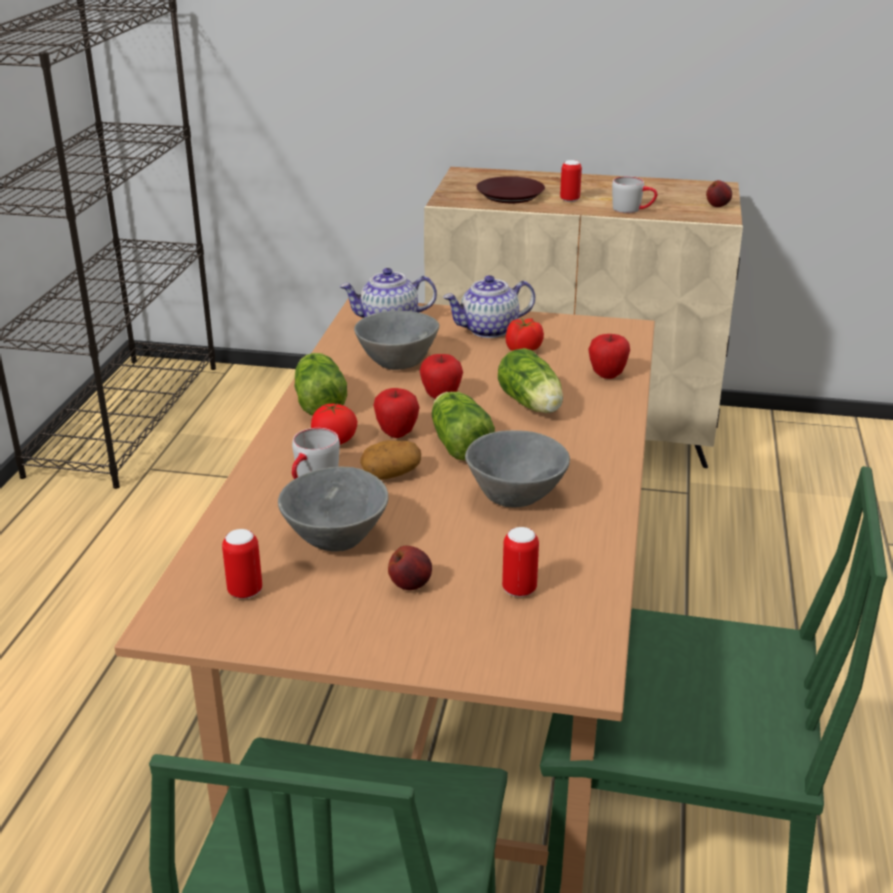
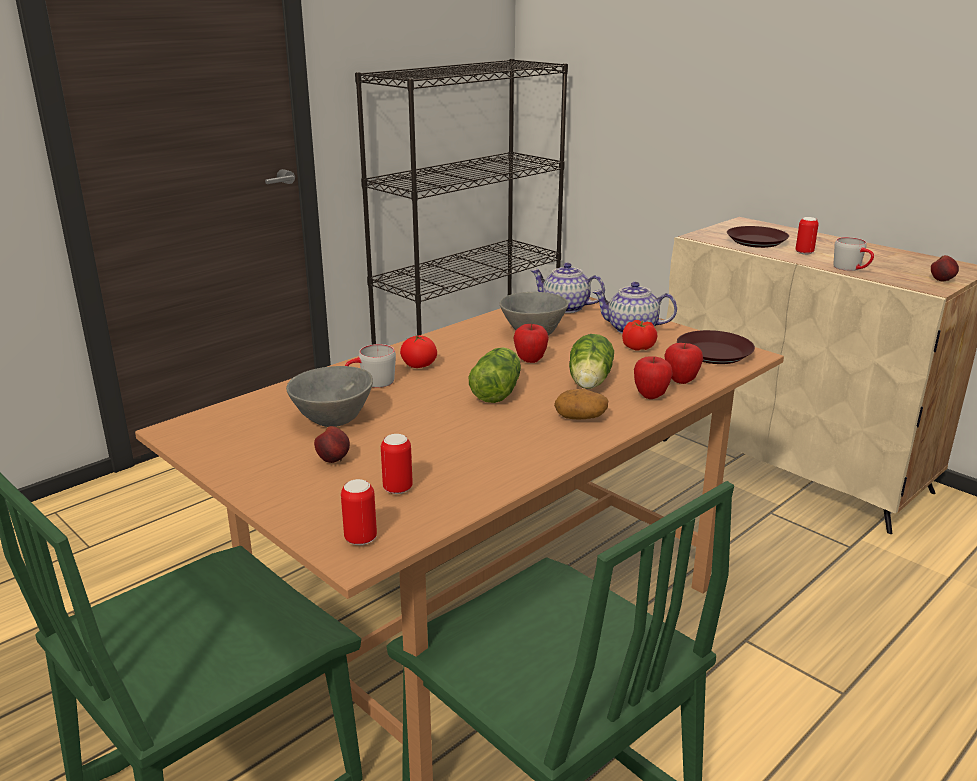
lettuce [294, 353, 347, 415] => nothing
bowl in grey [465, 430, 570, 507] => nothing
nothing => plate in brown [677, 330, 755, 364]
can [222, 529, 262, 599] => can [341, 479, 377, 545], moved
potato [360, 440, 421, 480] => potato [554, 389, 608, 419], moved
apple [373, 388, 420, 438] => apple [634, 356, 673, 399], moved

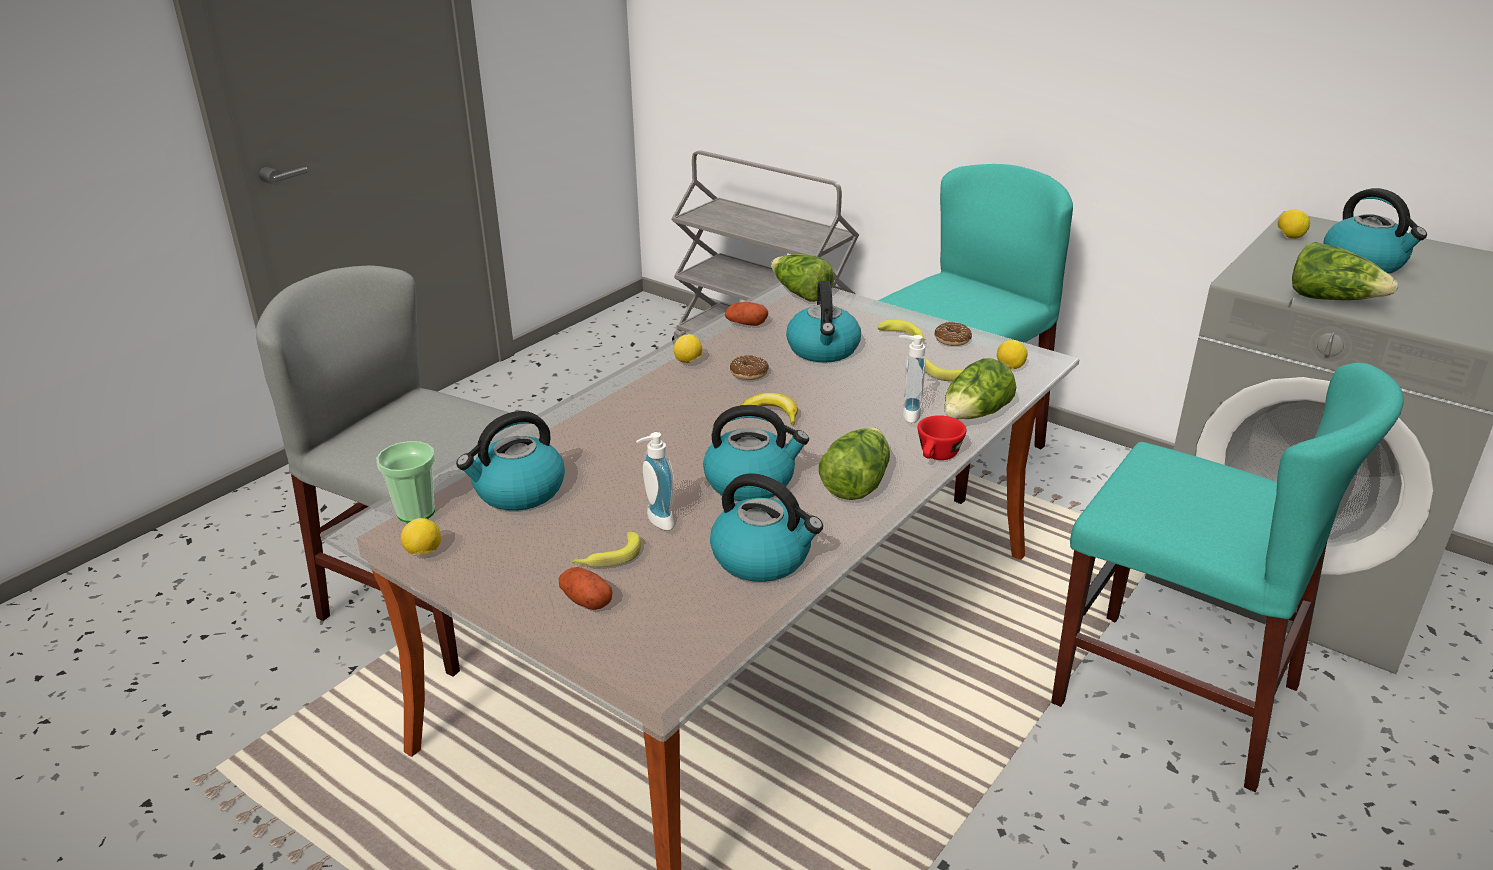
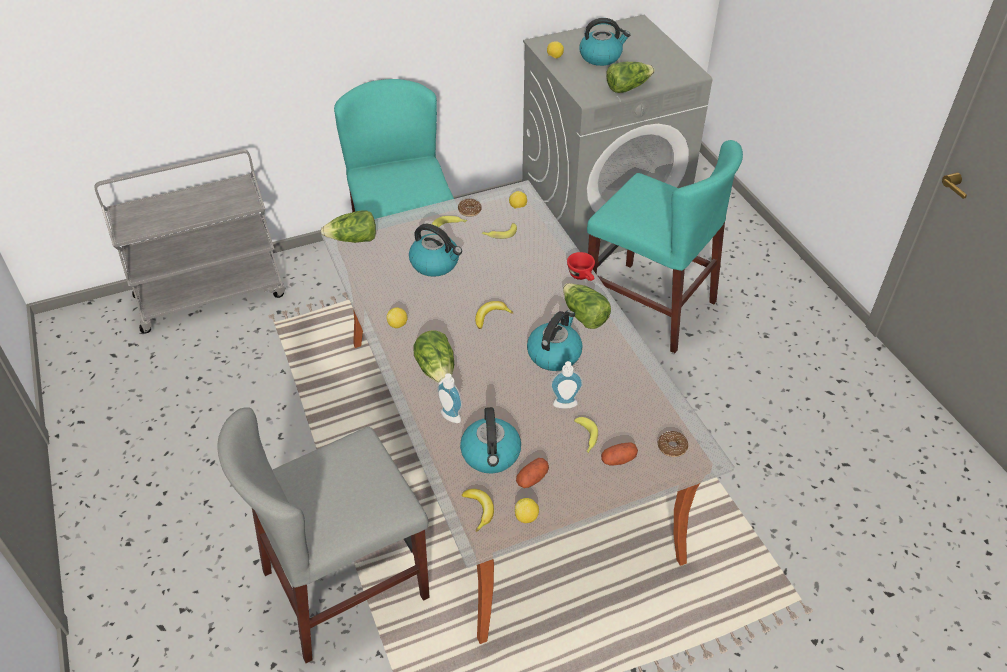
kettle [710, 473, 823, 582] => nothing
potato [725, 302, 768, 326] => potato [516, 458, 549, 488], moved
donut [730, 355, 769, 380] => donut [657, 431, 688, 457], moved
soap dispenser [899, 335, 926, 423] => soap dispenser [437, 373, 462, 423], moved
lettuce [944, 358, 1016, 419] => lettuce [414, 330, 454, 383], moved
cup [377, 441, 435, 523] => banana [462, 489, 494, 532]
chair in turquoise [1051, 362, 1404, 792] => chair in turquoise [587, 140, 743, 353], 60 degrees clockwise

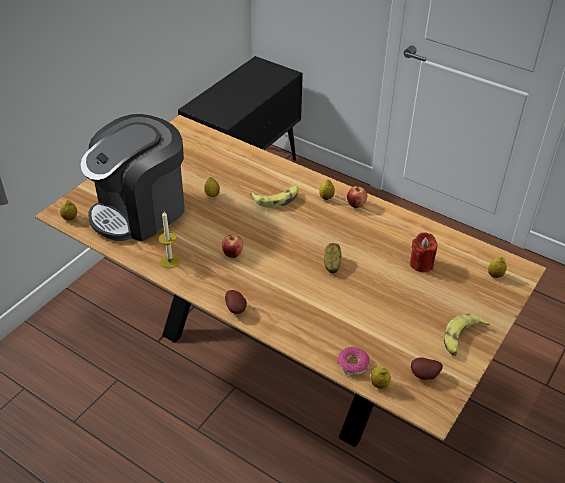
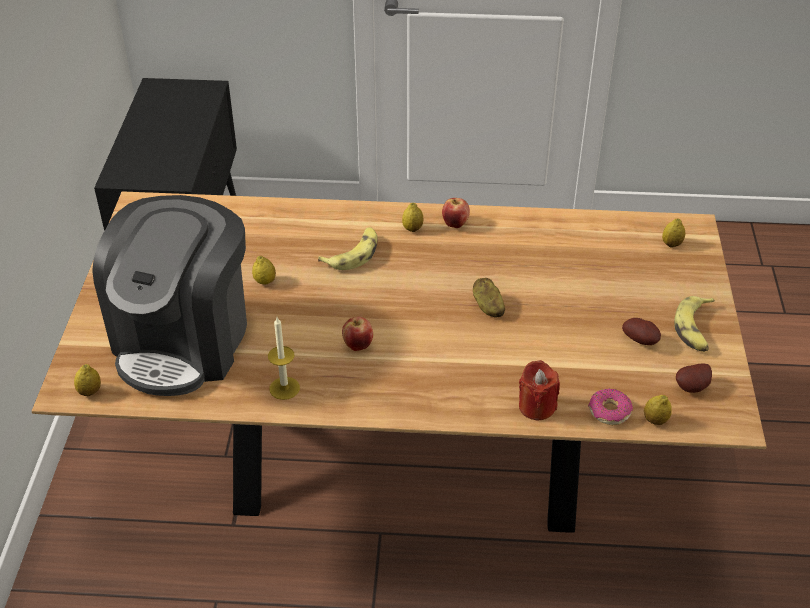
potato [225, 290, 247, 314] => potato [622, 318, 661, 345], moved
candle in red [410, 232, 437, 272] => candle in red [519, 360, 560, 421], moved

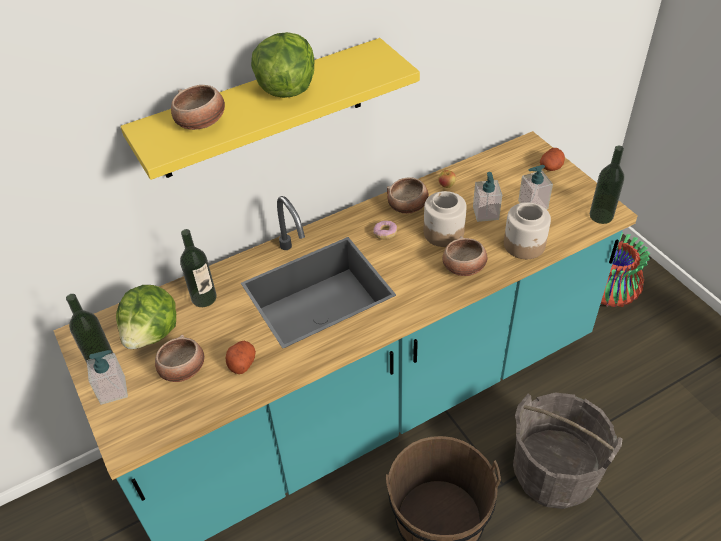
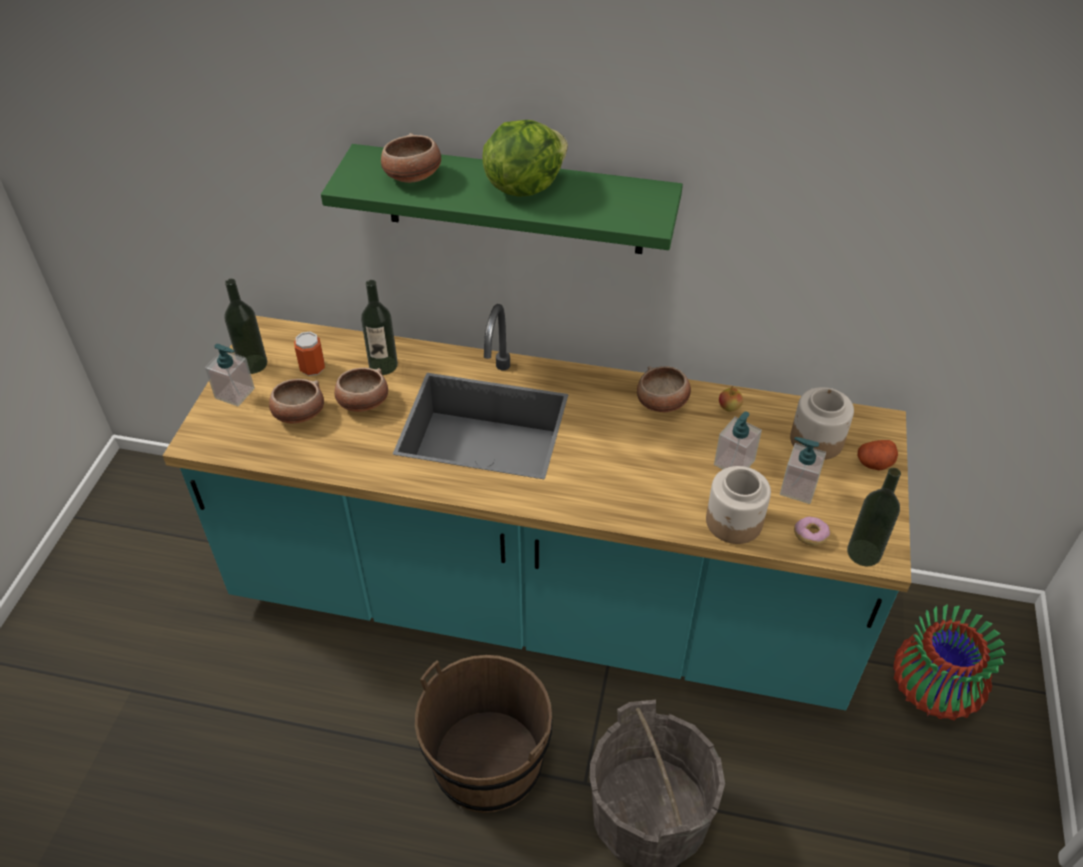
potato [226, 341, 256, 374] => nothing
donut [373, 221, 397, 240] => donut [794, 517, 830, 546], moved
jar [424, 191, 467, 247] => jar [790, 387, 854, 460], moved
bowl [443, 236, 487, 276] => bowl [335, 368, 388, 412], moved
lettuce [116, 285, 176, 349] => can [294, 332, 325, 376]
shelf in yellow [120, 38, 420, 180] => shelf in green [321, 144, 683, 254]

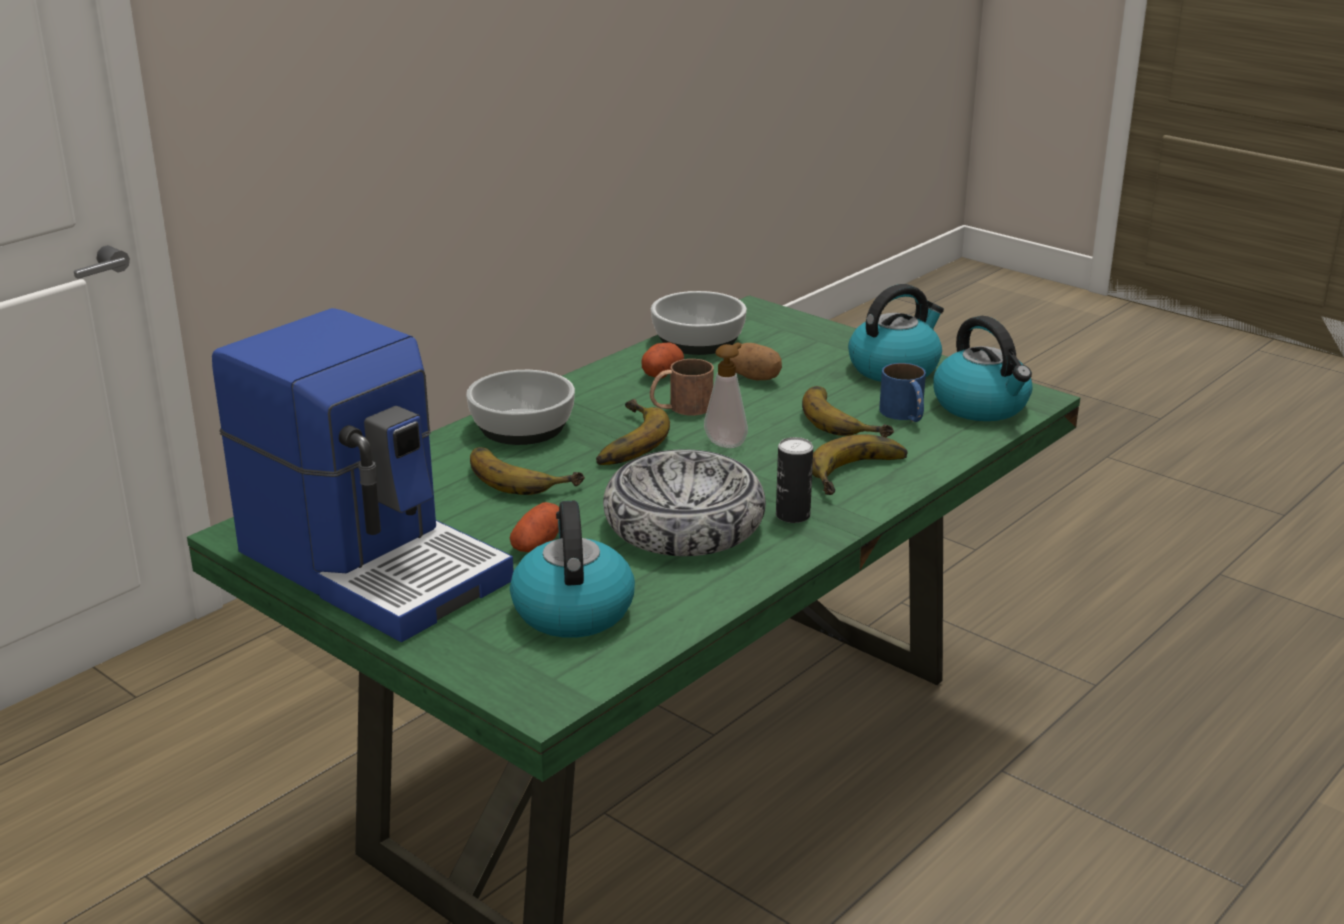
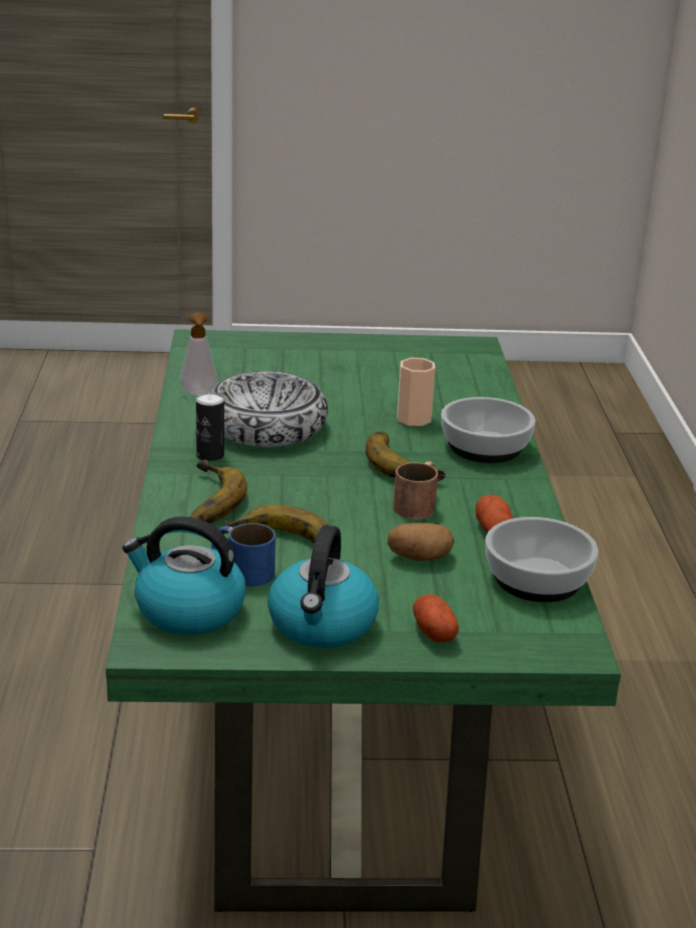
coffee machine [212, 308, 514, 642] => nothing
kettle [510, 501, 635, 638] => nothing
potato [510, 502, 559, 552] => potato [413, 594, 459, 642], moved
soap dispenser [704, 342, 748, 448] => soap dispenser [180, 312, 218, 395], moved
banana [470, 447, 585, 495] => cup [397, 358, 435, 426]

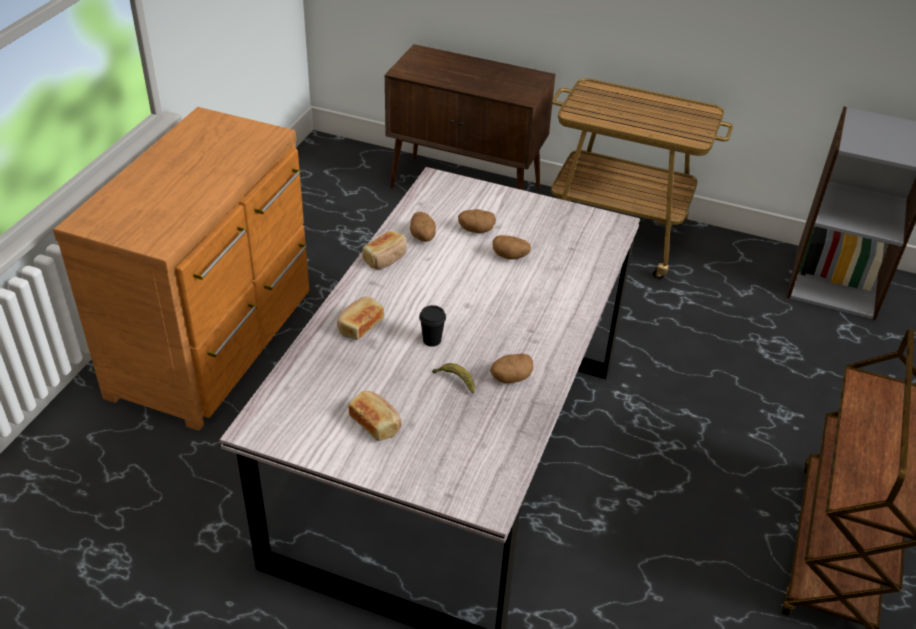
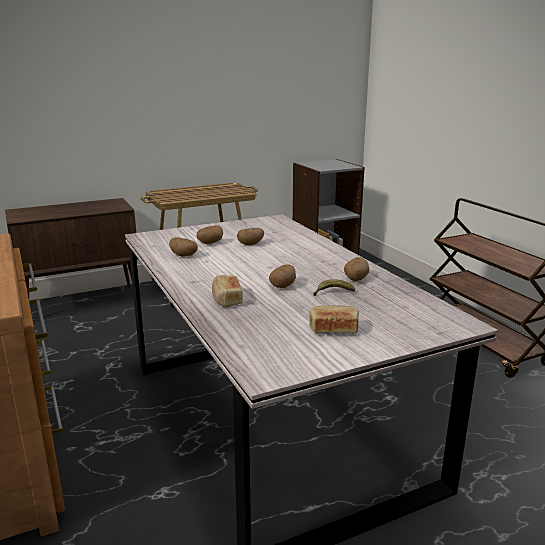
bread [362, 231, 407, 269] => nothing
cup in black [419, 305, 446, 347] => potato [269, 264, 296, 288]

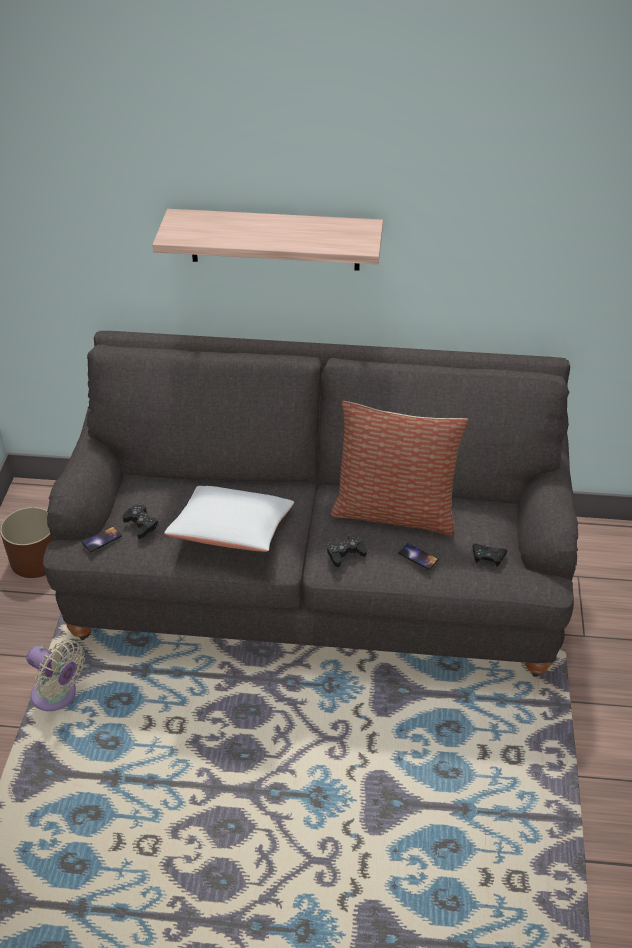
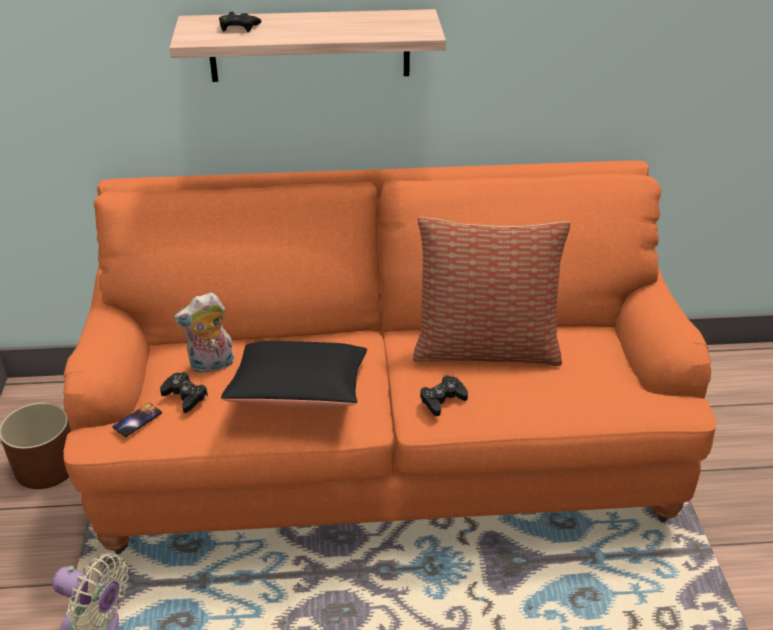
phone [398, 543, 439, 570] => nothing
nothing => plush toy [174, 292, 234, 373]
game controller in black [472, 544, 507, 567] => game controller in black [219, 12, 262, 32], moved
sofa in grey [43, 331, 578, 677] => sofa in orange [63, 160, 717, 554]
pillow in white [164, 486, 294, 552] => pillow in black [221, 341, 367, 407]

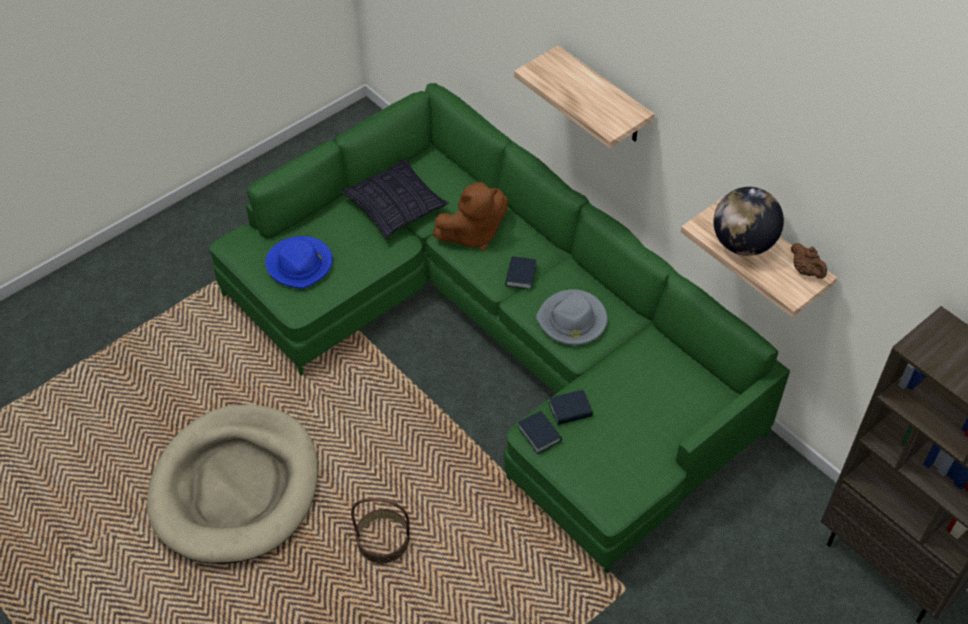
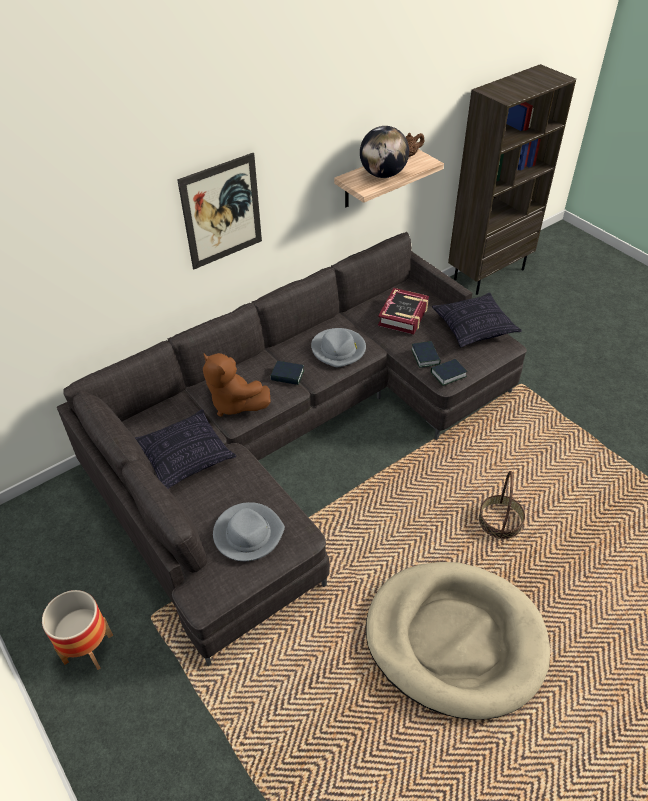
nothing => planter [42, 590, 113, 670]
nothing => book [378, 288, 429, 335]
nothing => pillow [432, 293, 522, 347]
shelf [514, 45, 654, 148] => picture [177, 153, 262, 269]
sofa in green [209, 83, 790, 574] => sofa in grey [57, 232, 527, 666]
hat in blue [265, 236, 333, 289] => hat in grey [213, 502, 285, 561]
plush toy in brown [433, 182, 508, 251] => plush toy in brown [203, 353, 271, 416], 150 degrees clockwise

